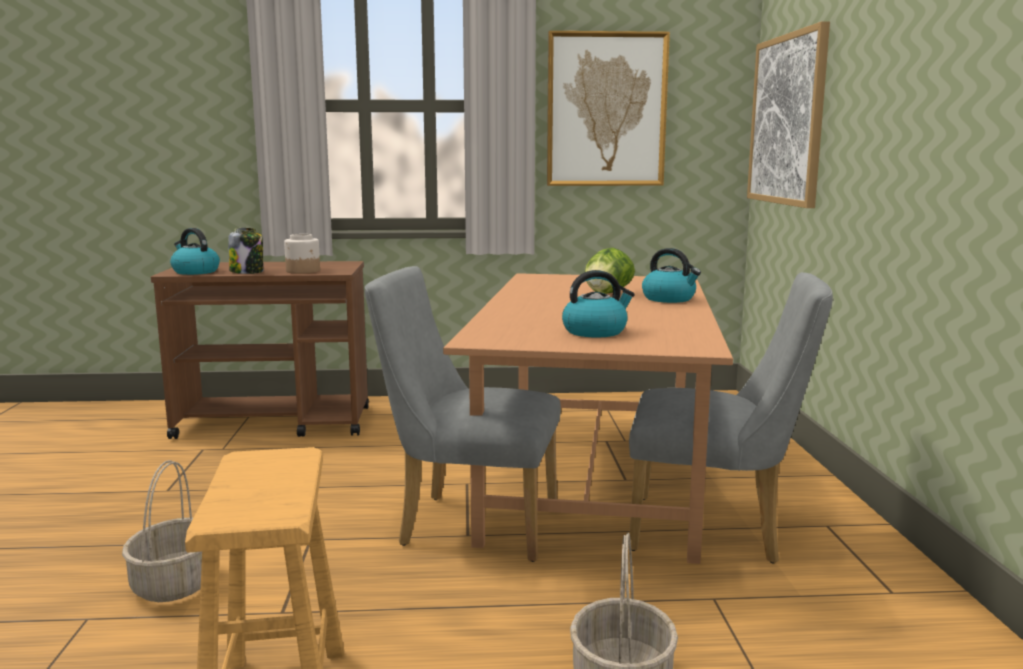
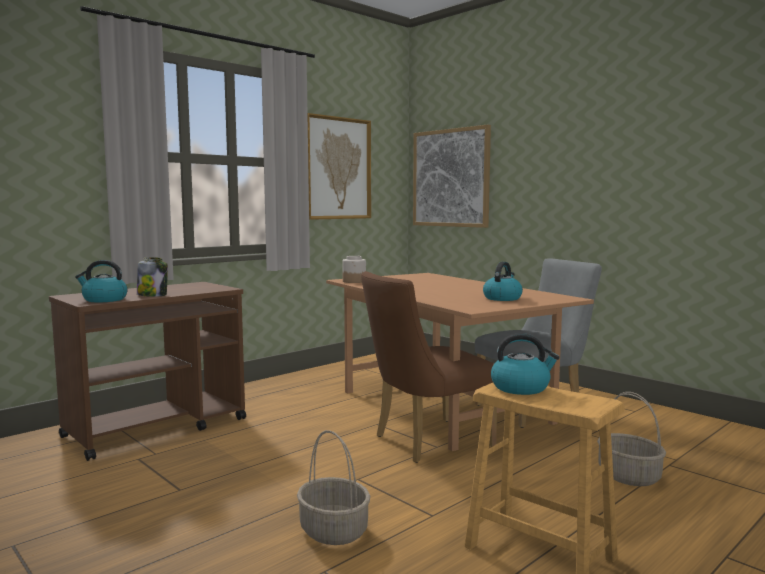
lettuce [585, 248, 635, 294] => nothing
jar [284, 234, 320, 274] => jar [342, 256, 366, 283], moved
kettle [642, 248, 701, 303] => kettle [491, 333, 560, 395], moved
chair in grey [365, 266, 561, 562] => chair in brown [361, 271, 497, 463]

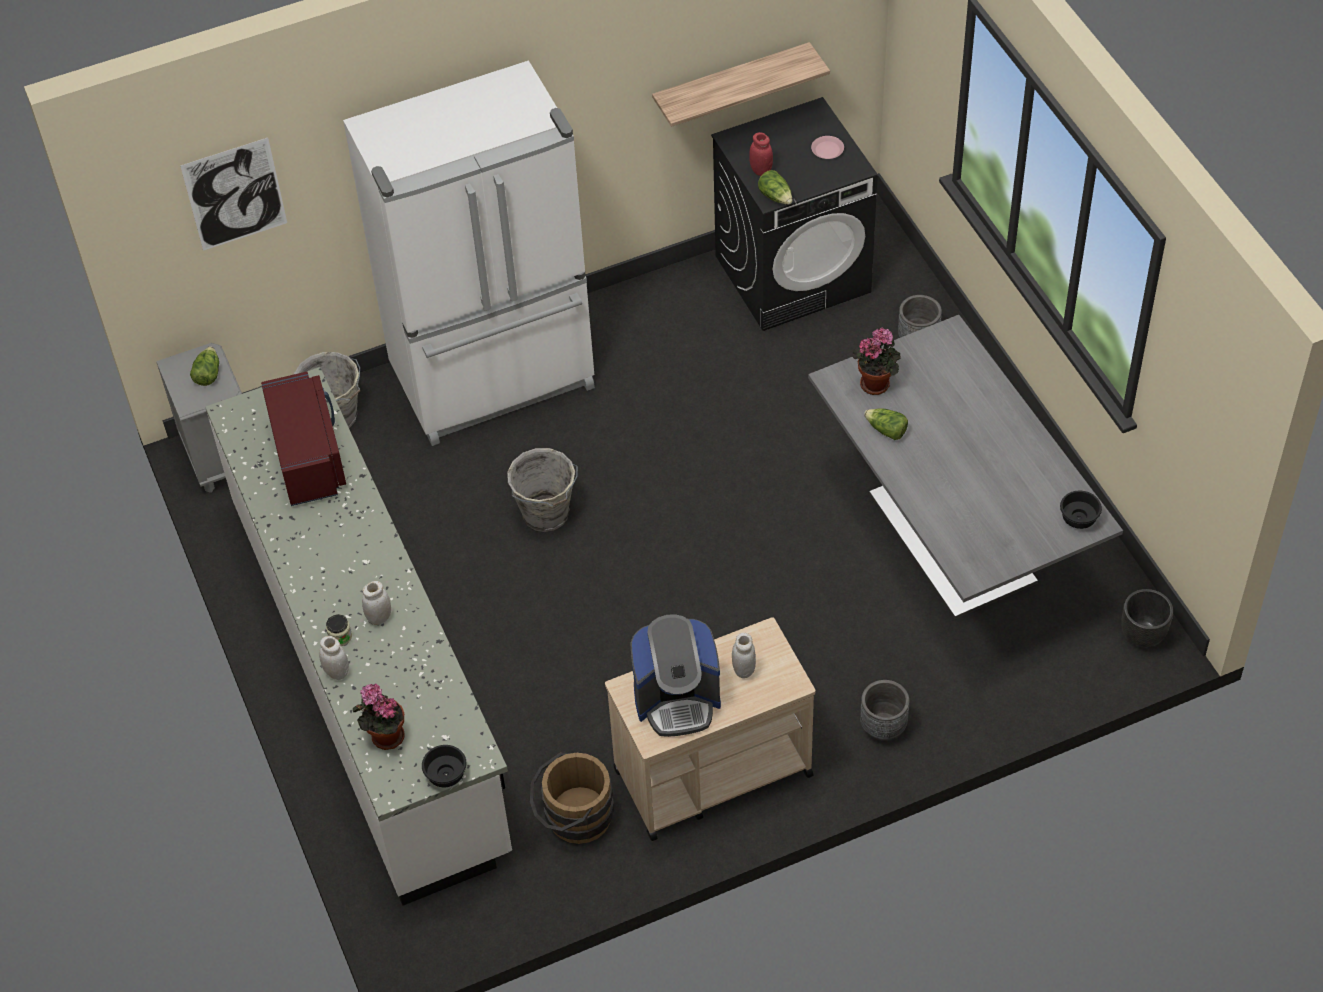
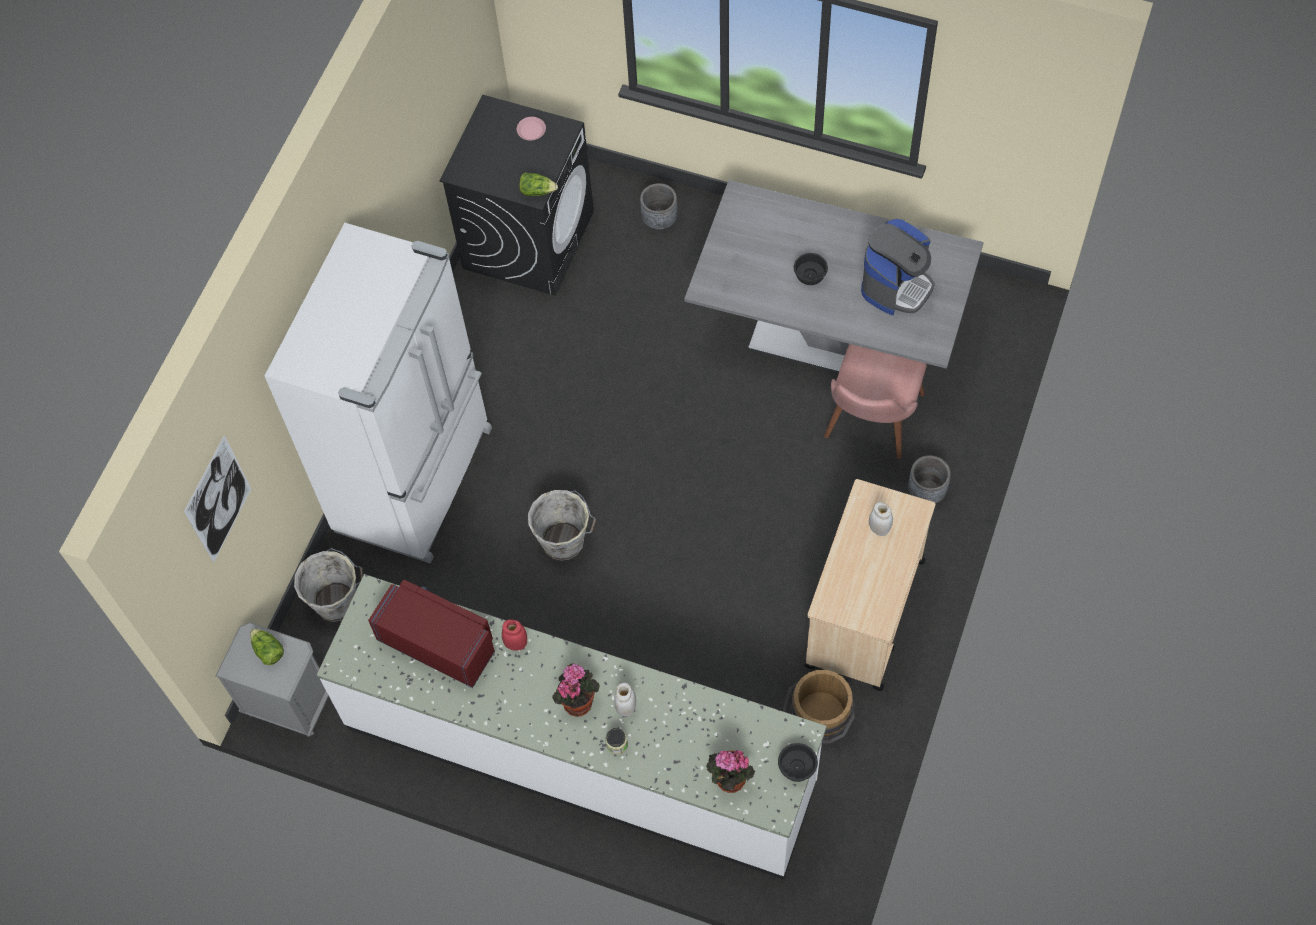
jar in white [319, 636, 349, 680] => nothing
shelf [652, 42, 830, 127] => nothing
lettuce [864, 408, 908, 440] => nothing
planter in black [1121, 589, 1173, 647] => nothing
nothing => chair in pink [824, 344, 927, 459]
coffee machine [630, 614, 721, 737] => coffee machine [861, 219, 935, 315], moved
jar in red [749, 132, 773, 176] => jar in red [502, 620, 527, 651], moved
potted plant [852, 327, 901, 395] => potted plant [552, 663, 600, 717], moved
bowl in black [1060, 491, 1102, 529] => bowl in black [794, 253, 828, 285], moved

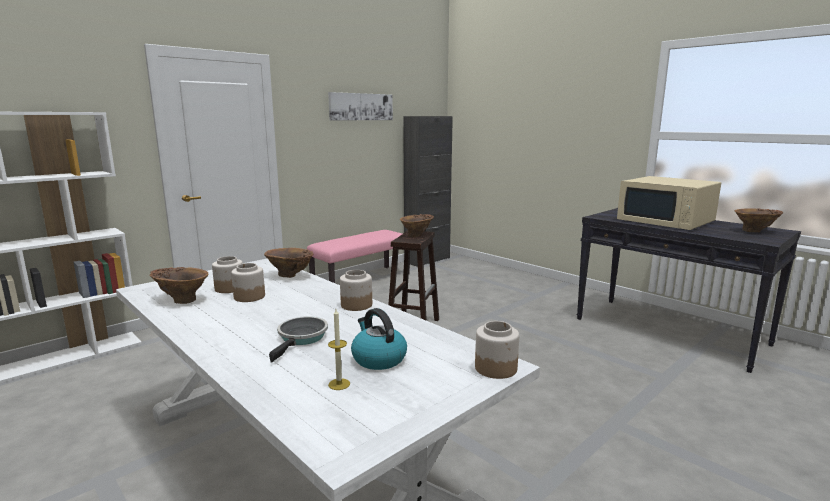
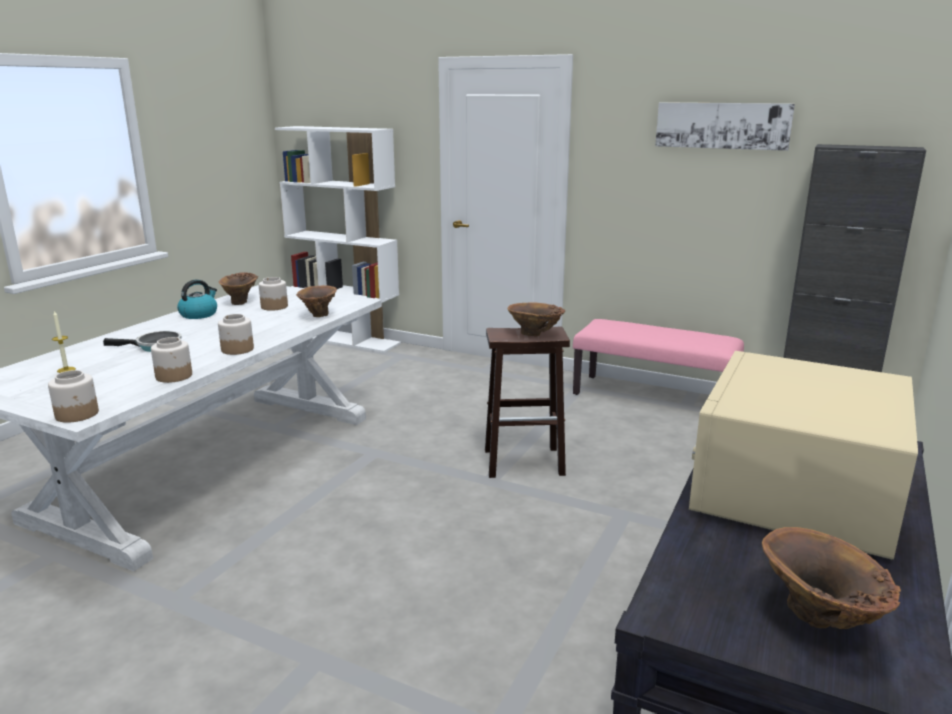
jar [231, 263, 265, 302] => jar [151, 337, 192, 383], moved
kettle [351, 308, 407, 370] => kettle [177, 279, 217, 319], moved

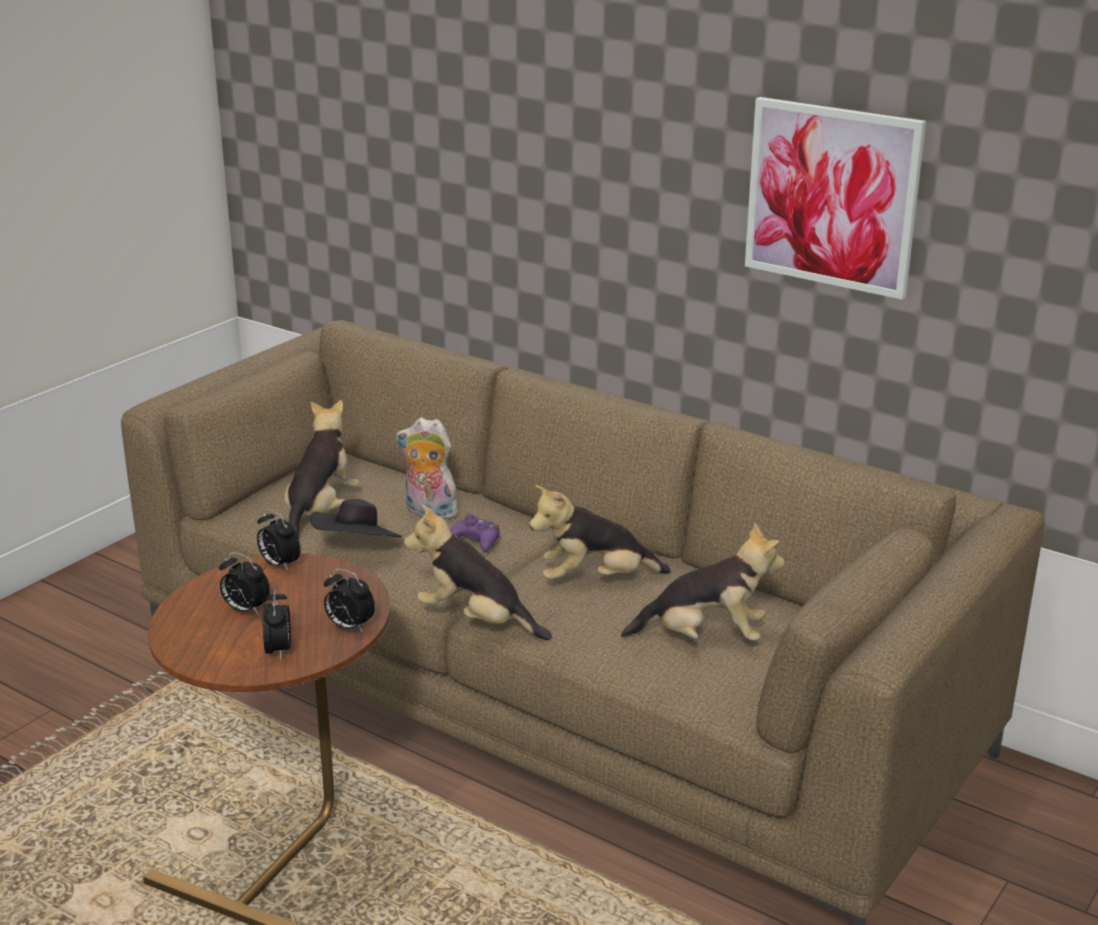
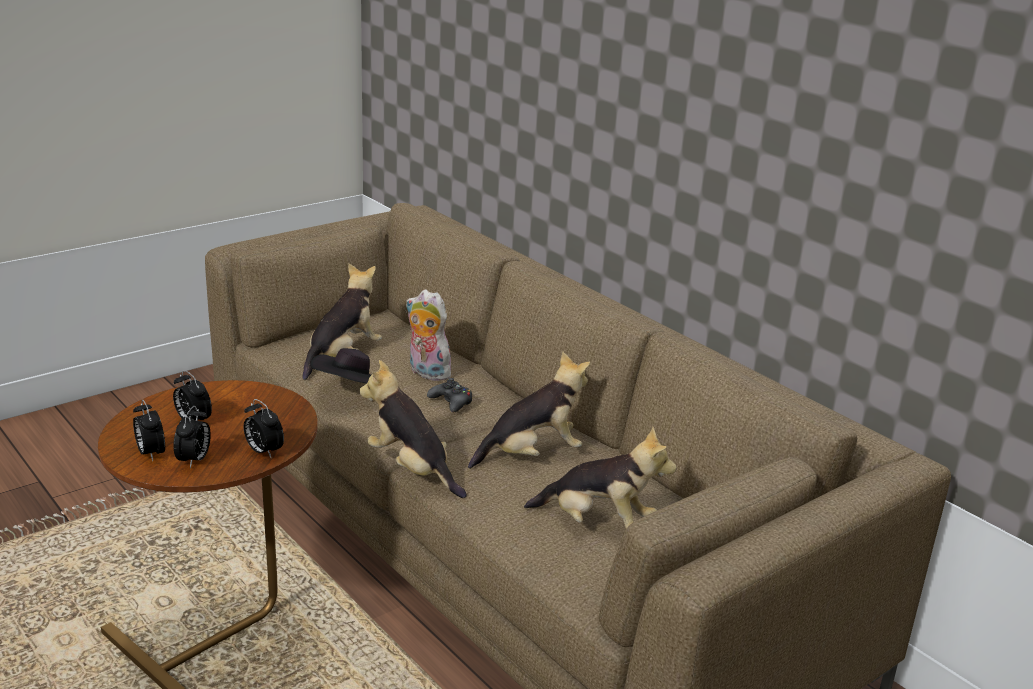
picture [745, 97, 926, 299] => nothing
alarm clock [257, 509, 301, 571] => alarm clock [133, 399, 165, 461], moved
game controller in purple [450, 513, 500, 551] => game controller in black [427, 378, 472, 412]
plush toy [529, 485, 671, 580] => plush toy [468, 351, 590, 469], 150 degrees clockwise

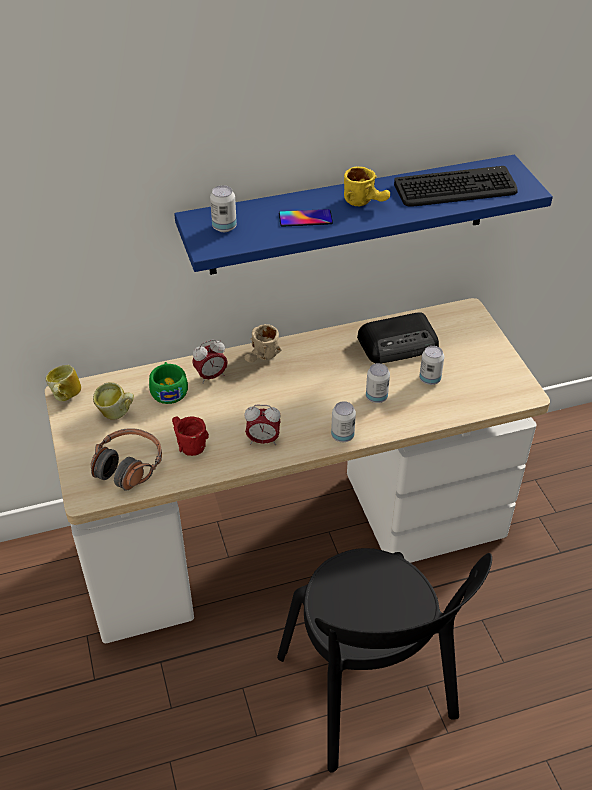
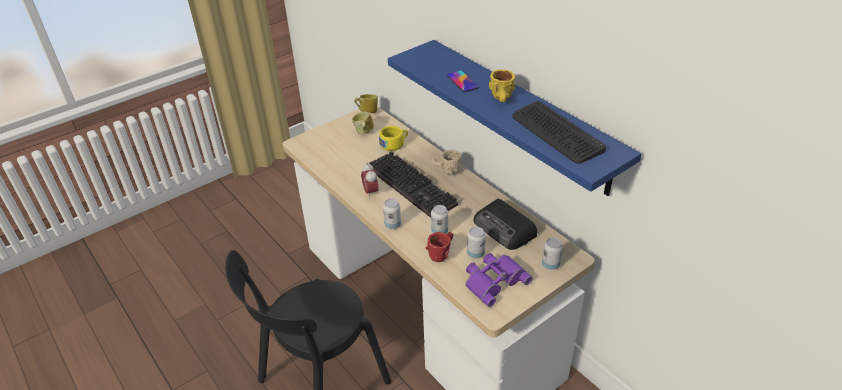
headphones [91, 428, 162, 491] => nothing
alarm clock [192, 339, 228, 384] => nothing
nothing => keyboard [369, 151, 458, 218]
nothing => binoculars in purple [465, 253, 533, 307]
mug in red [172, 417, 209, 456] => mug in red [425, 232, 454, 262], moved
can [210, 185, 237, 232] => can [542, 237, 563, 270], moved
cup in green [149, 362, 188, 404] => cup in yellow [379, 126, 408, 151]

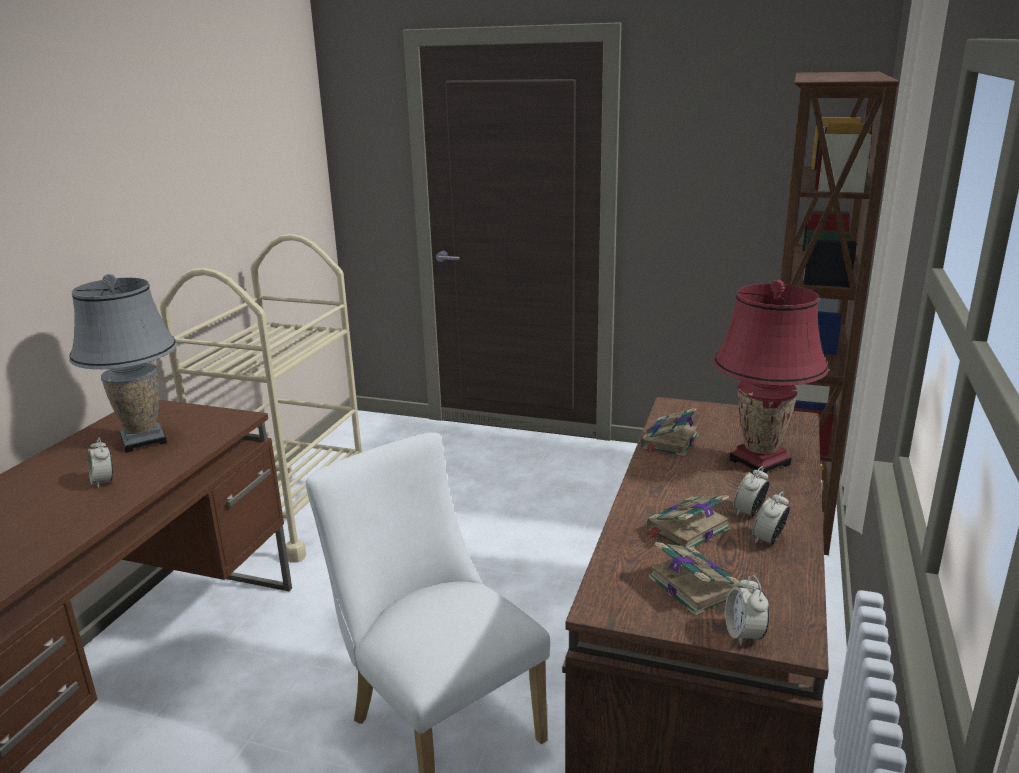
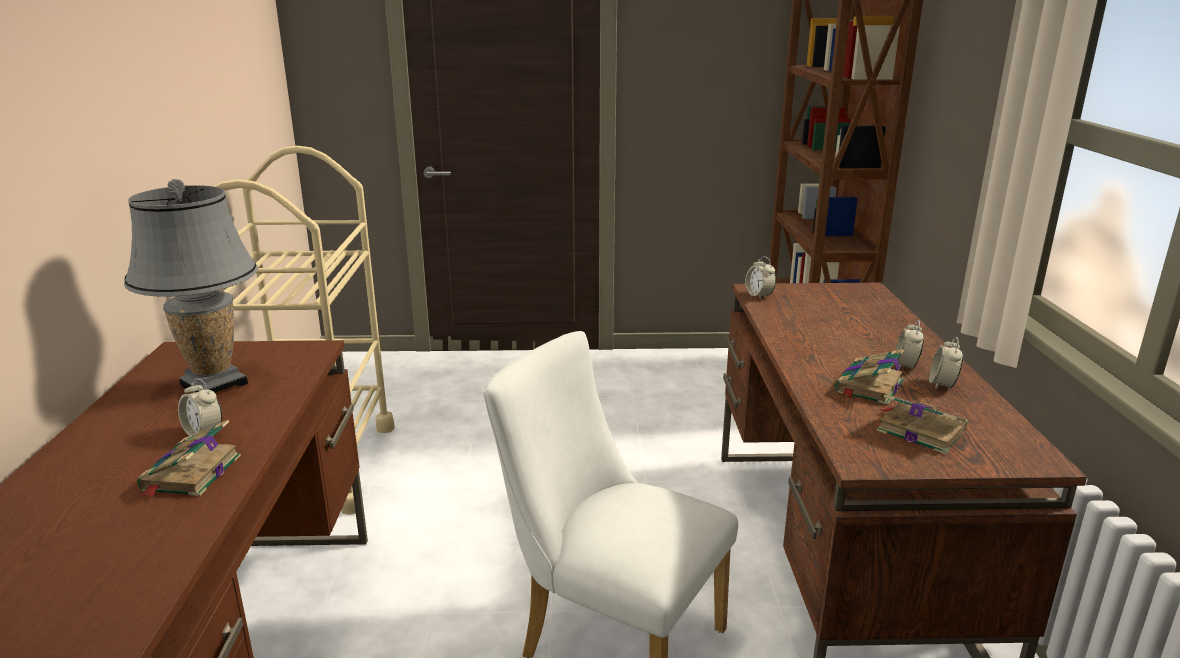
table lamp in red [714, 280, 829, 474] => nothing
book [640, 408, 699, 456] => book [137, 420, 241, 498], moved
alarm clock [725, 575, 769, 646] => alarm clock [745, 256, 776, 300], moved

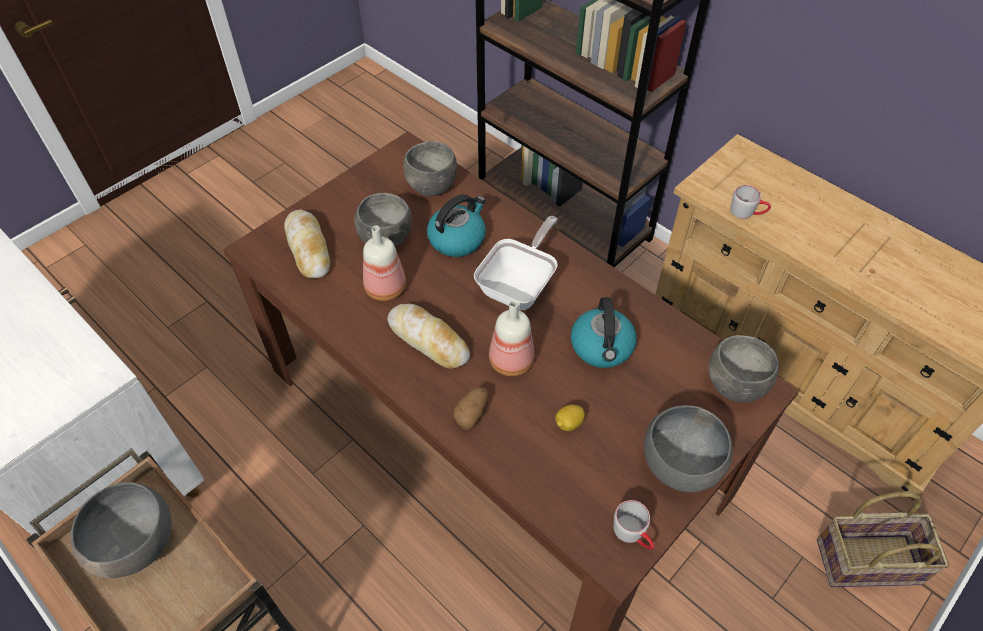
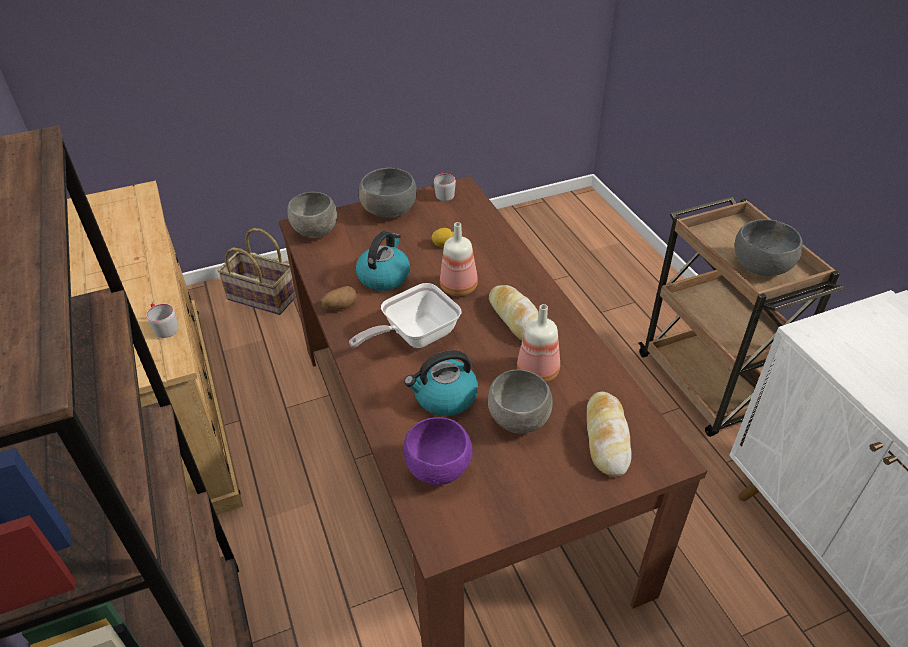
potato [453, 387, 488, 430] => potato [321, 286, 357, 310], moved
bowl in grey [403, 141, 457, 196] => bowl in purple [403, 417, 473, 485]

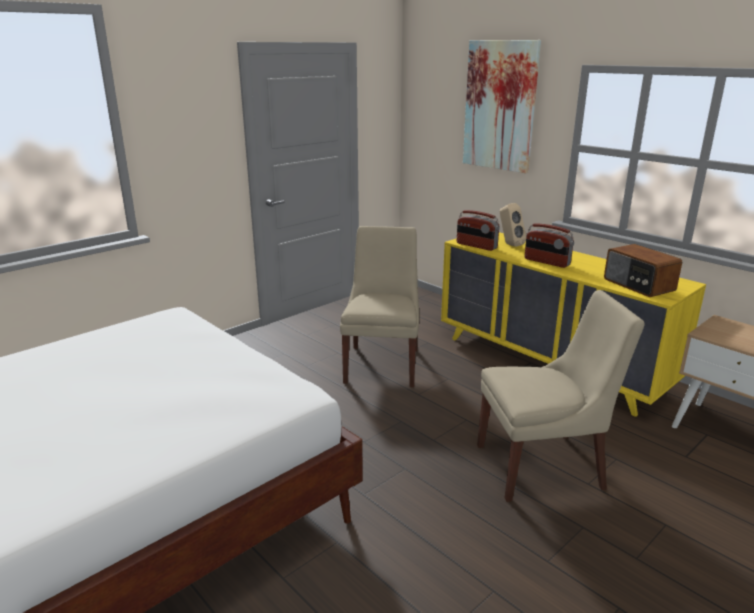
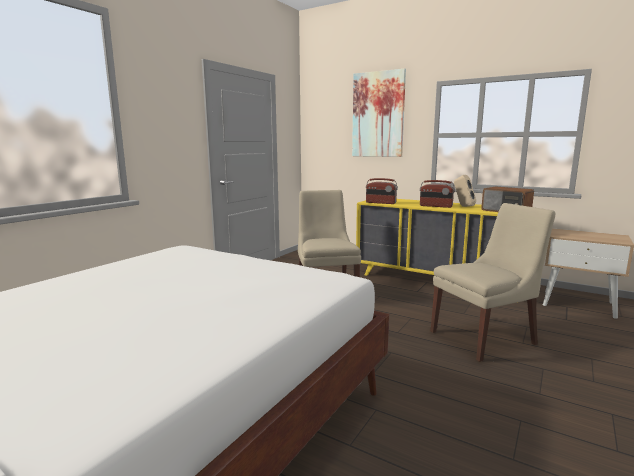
speaker in beige [500, 203, 526, 247] => speaker in beige [454, 175, 476, 207], moved

